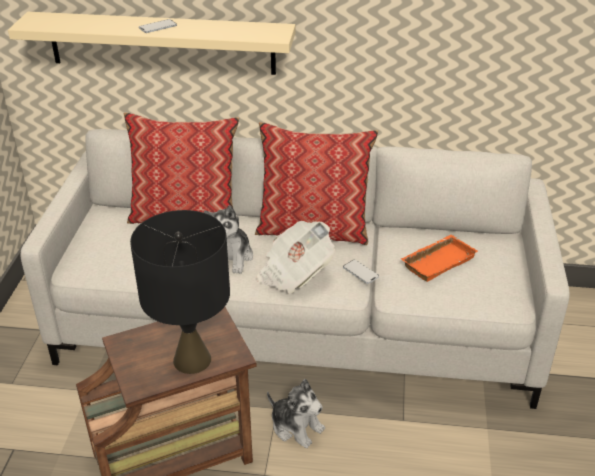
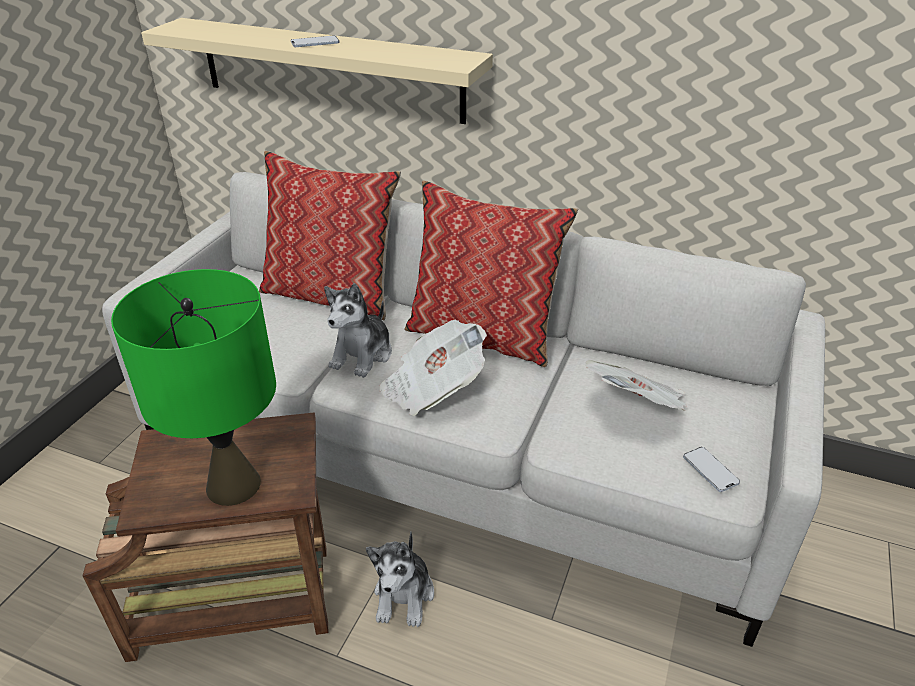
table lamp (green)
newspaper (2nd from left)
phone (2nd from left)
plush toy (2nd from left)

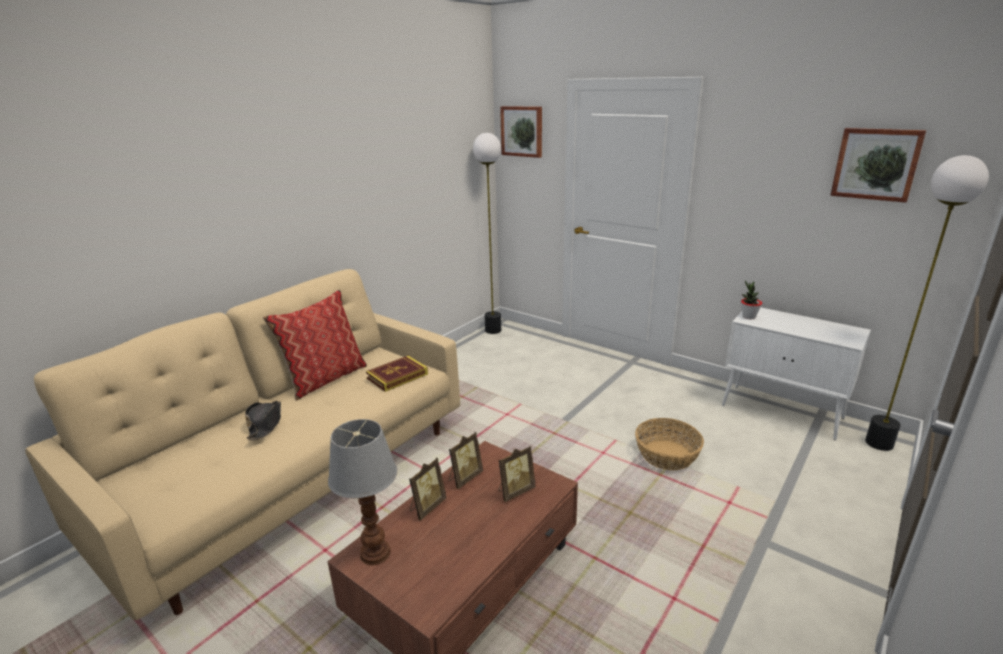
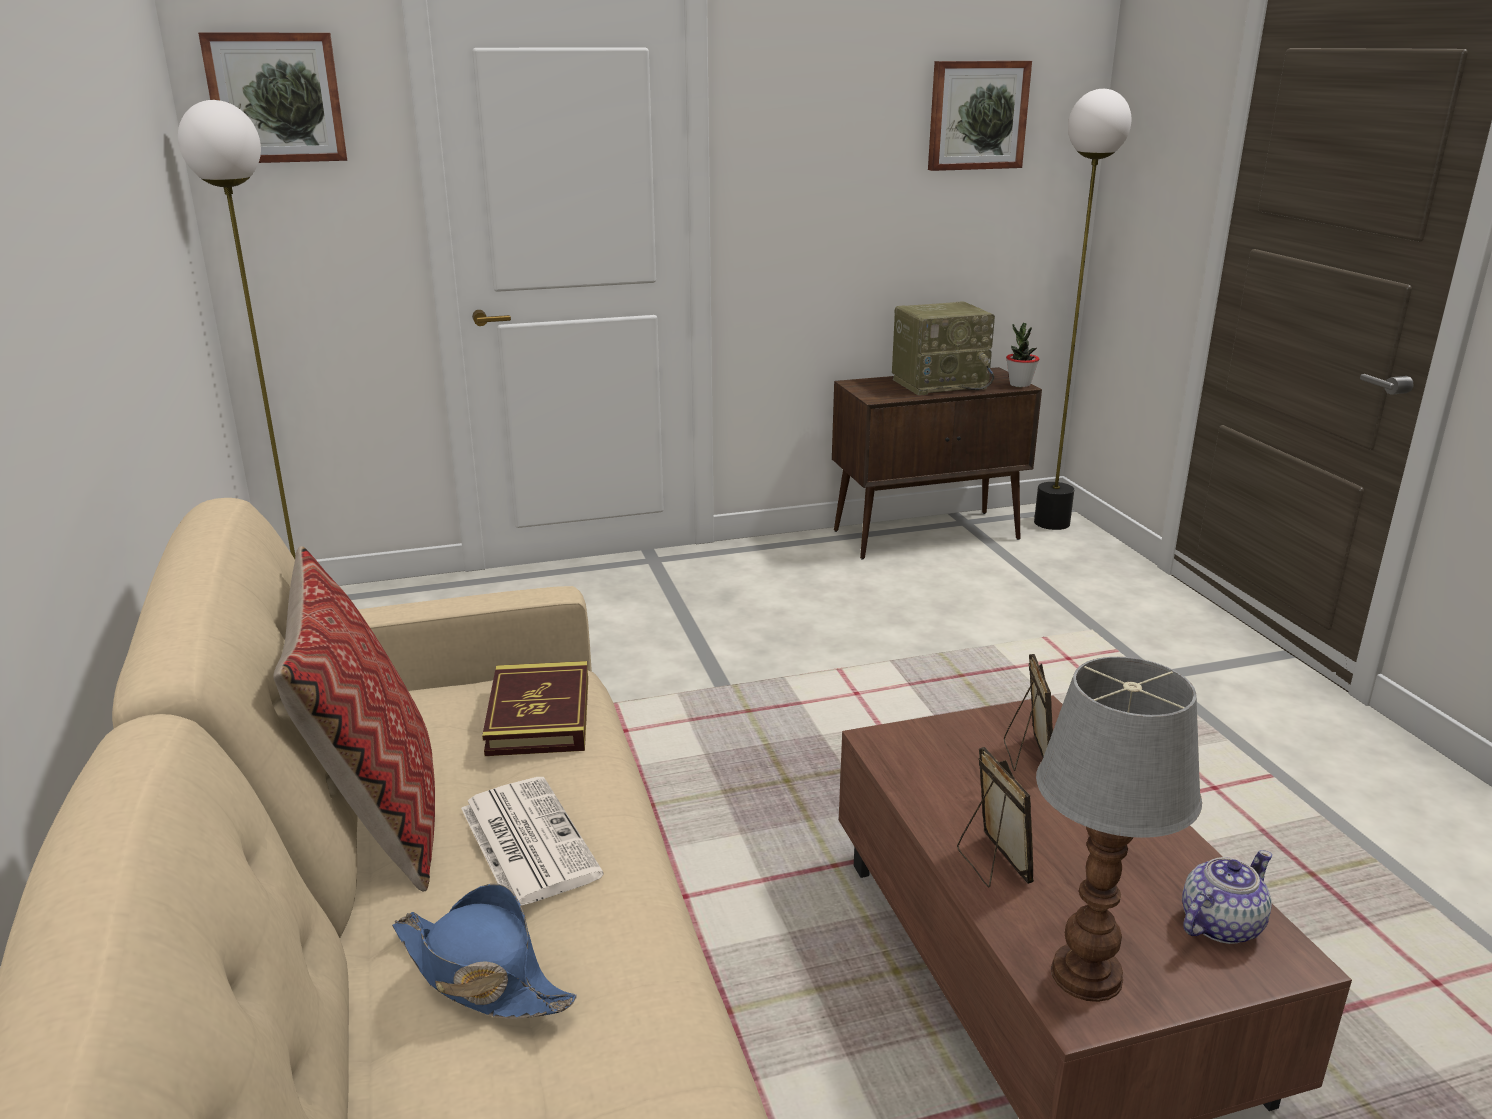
potted plant
cabinet (brown)
hat (blue)
basket
picture frame (2nd from left in the first image)
radio
newspaper
teapot

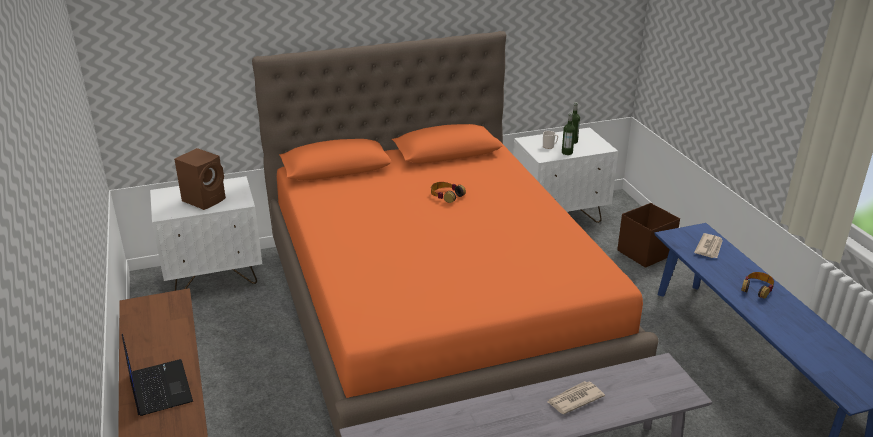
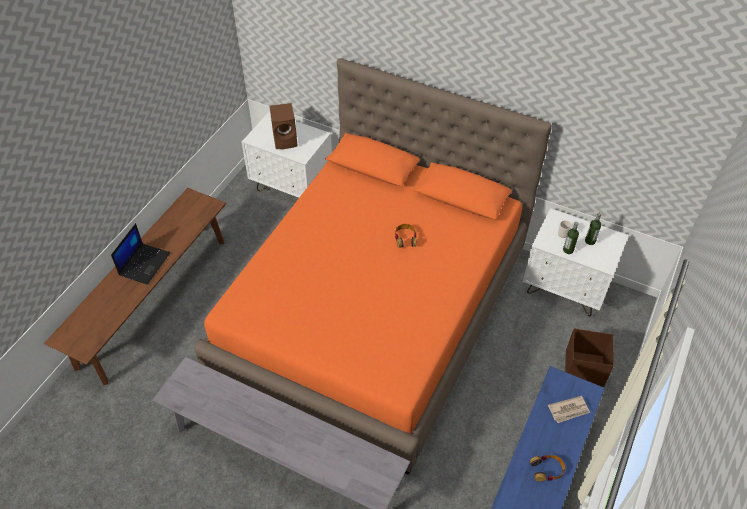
newspaper (1st from left in the first image)

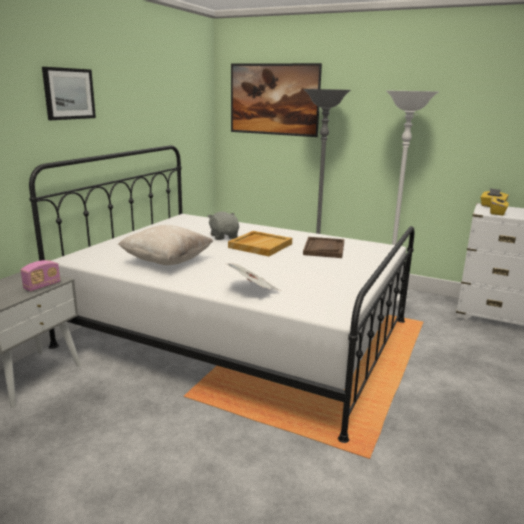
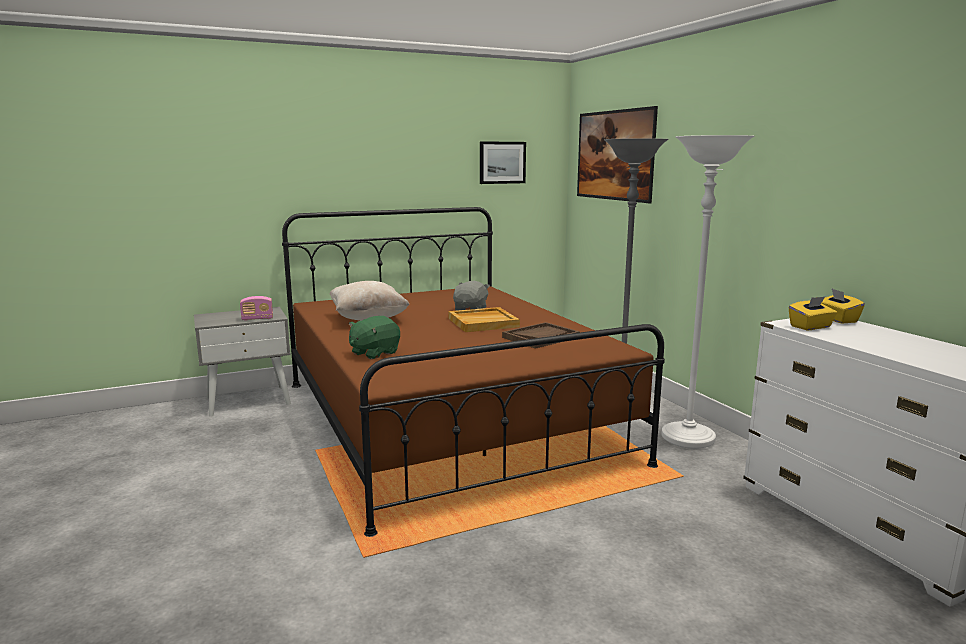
picture (1st from left)
bed (brown)
plush toy (green)

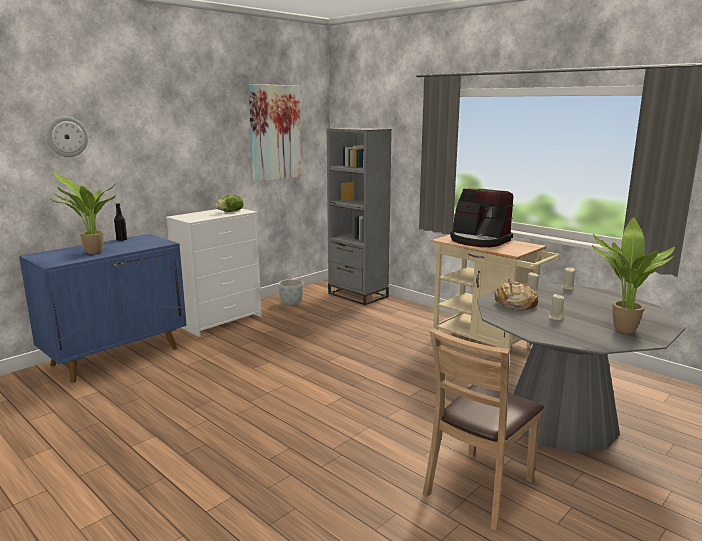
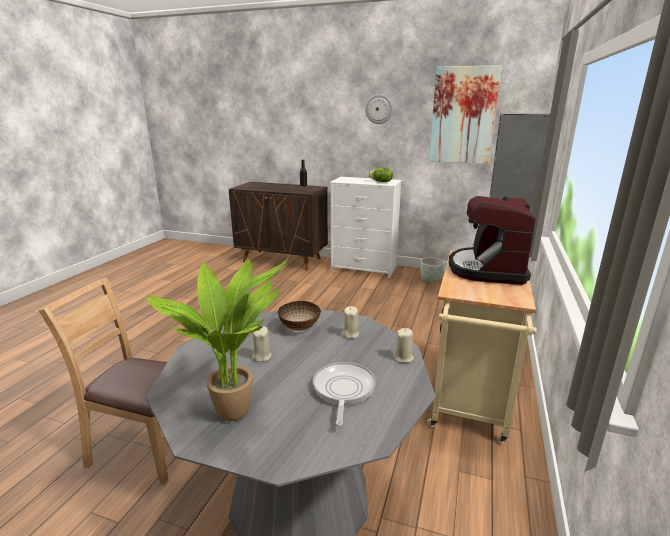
wall clock
potted plant (1st from left in the first image)
cabinet (brown)
bowl
frying pan

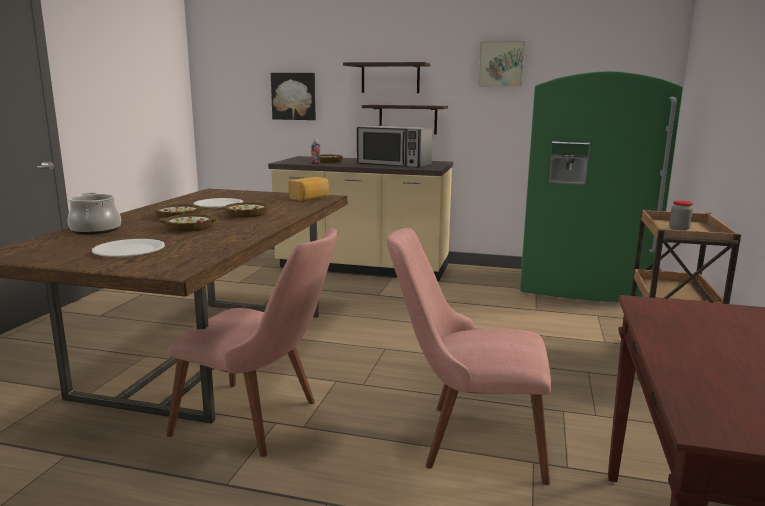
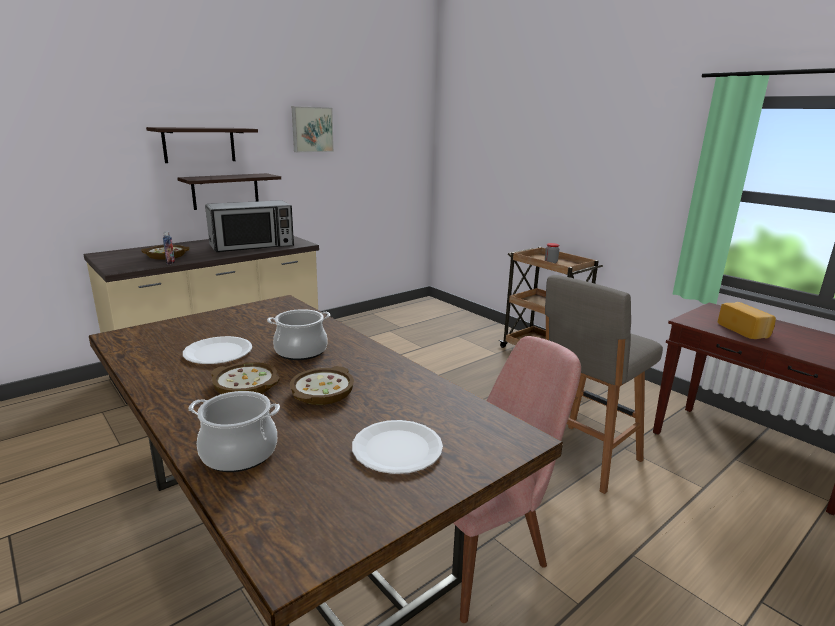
fridge (green)
picture (1st from left in the first image)
bread
cooking pot (2nd from left)
stool (grey)

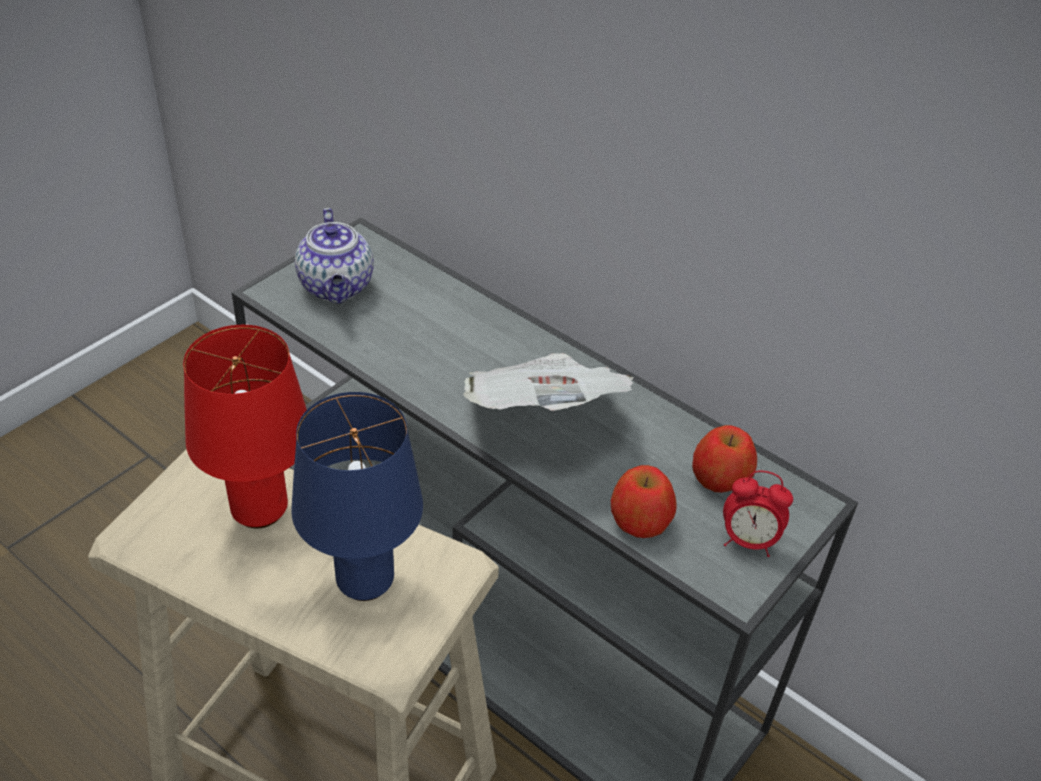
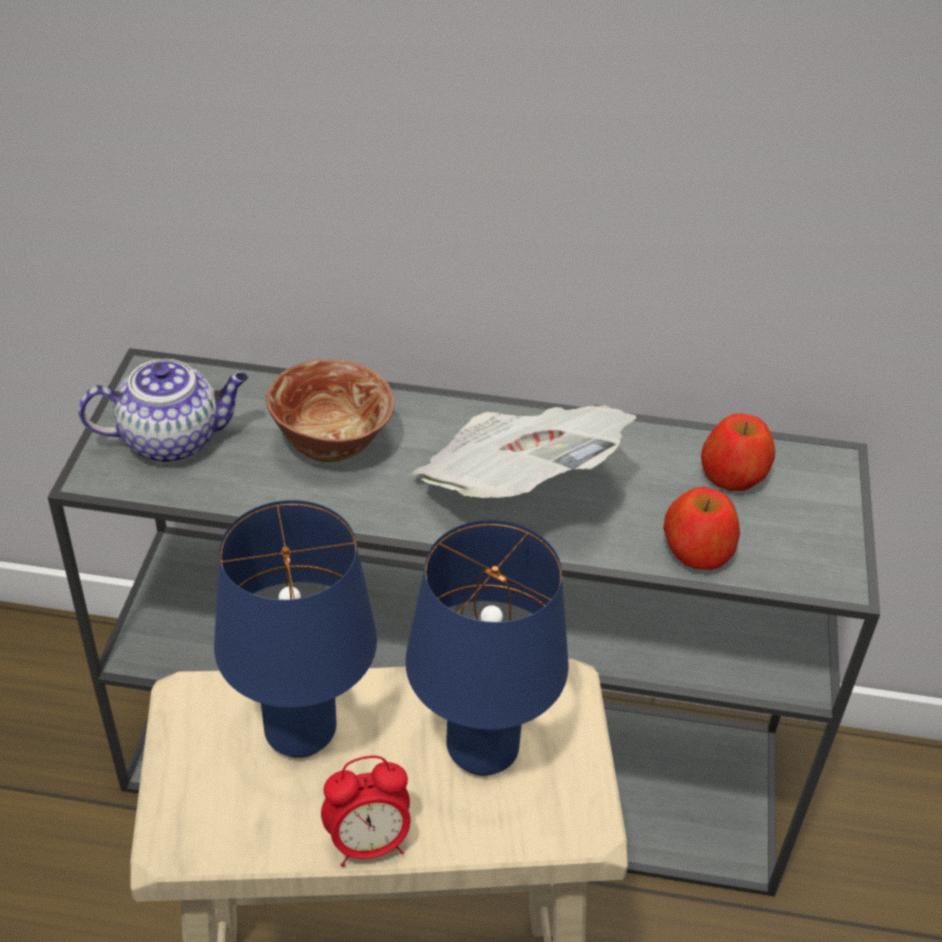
teapot
table lamp (blue) (1st from left)
alarm clock
bowl

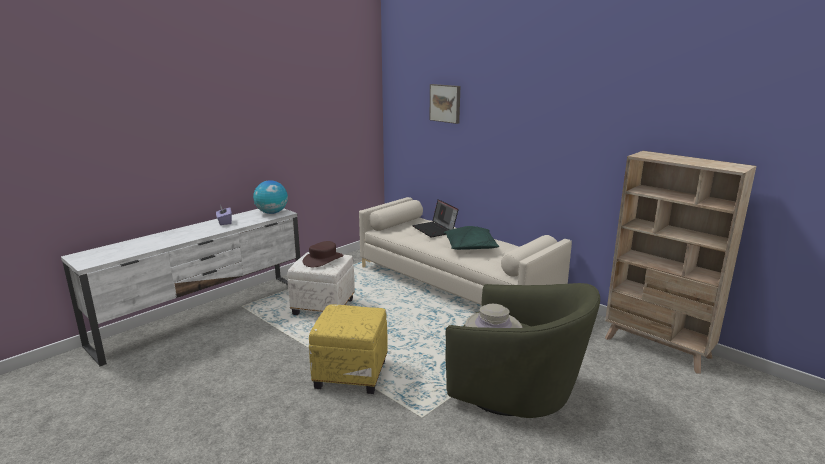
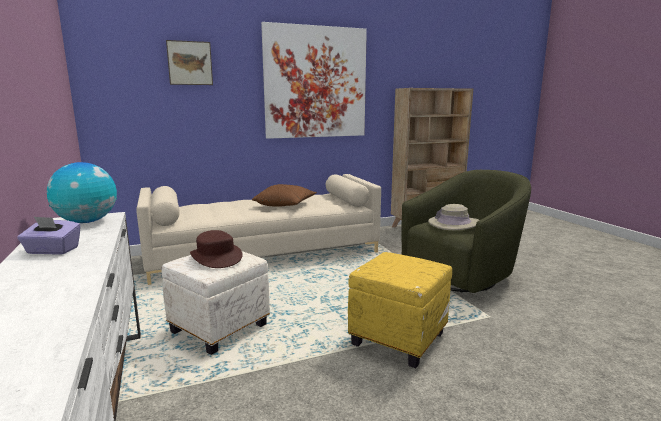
laptop
pillow (brown)
picture (2nd from left)

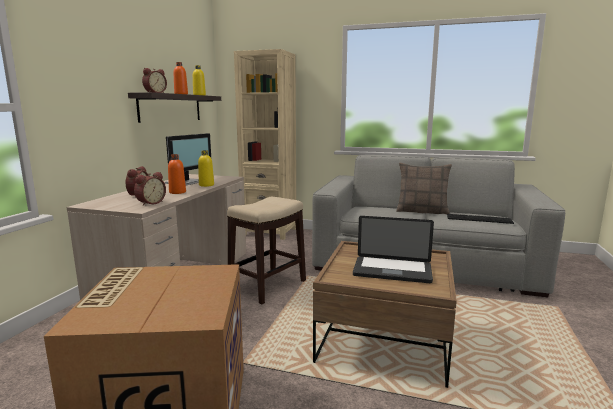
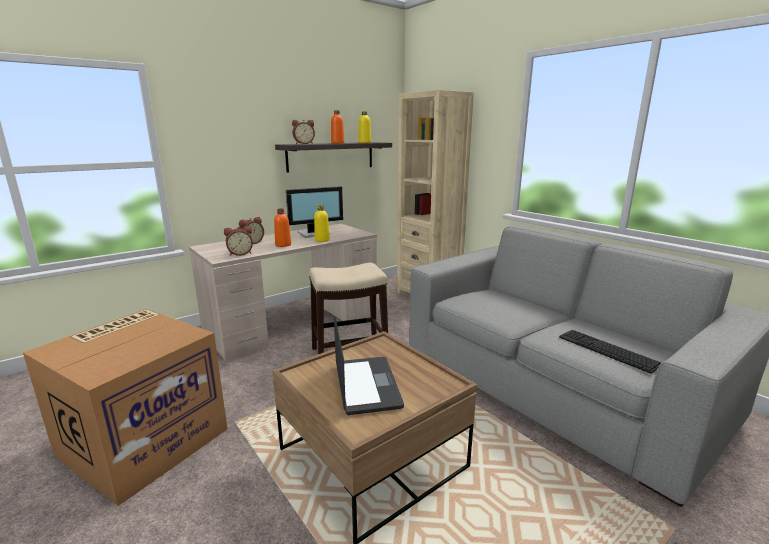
pillow
laptop

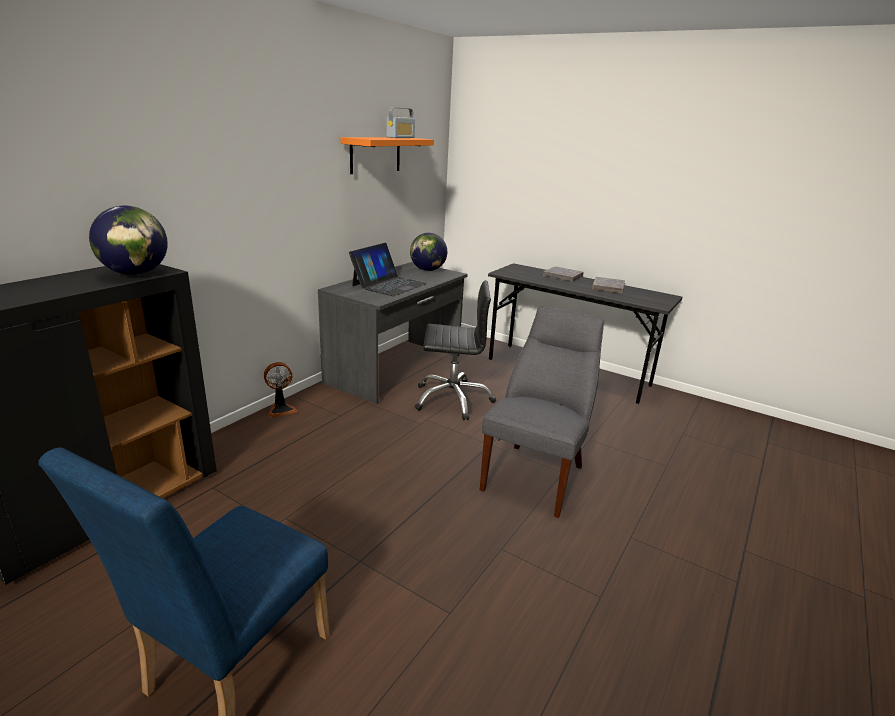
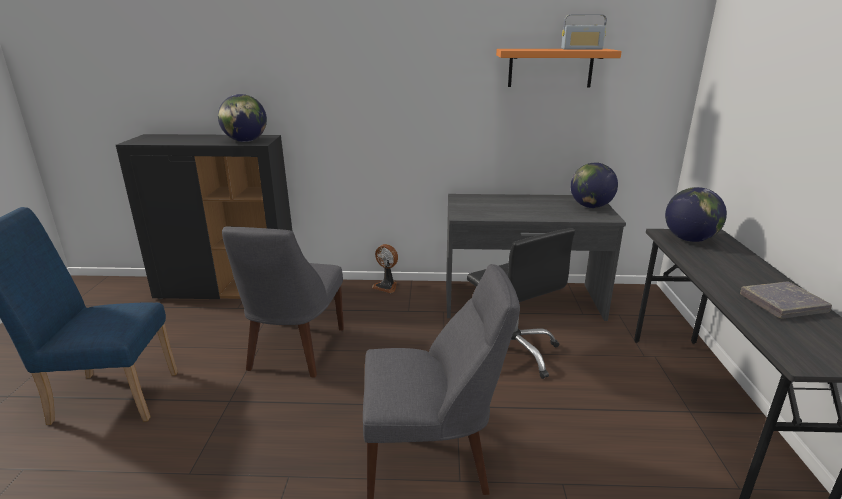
laptop
book (grey) (1st from left in the first image)
globe (3rd from left)
chair (grey) (1st from left)

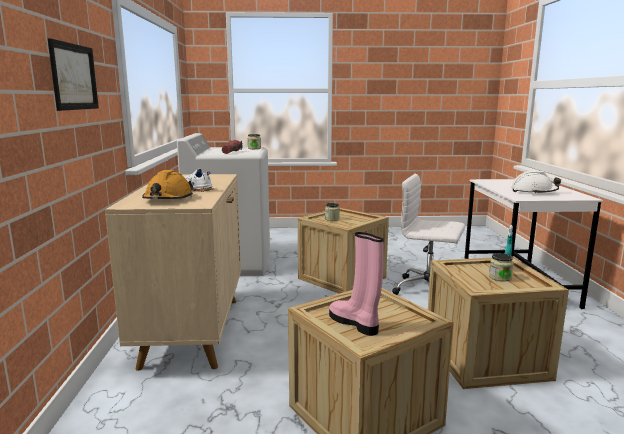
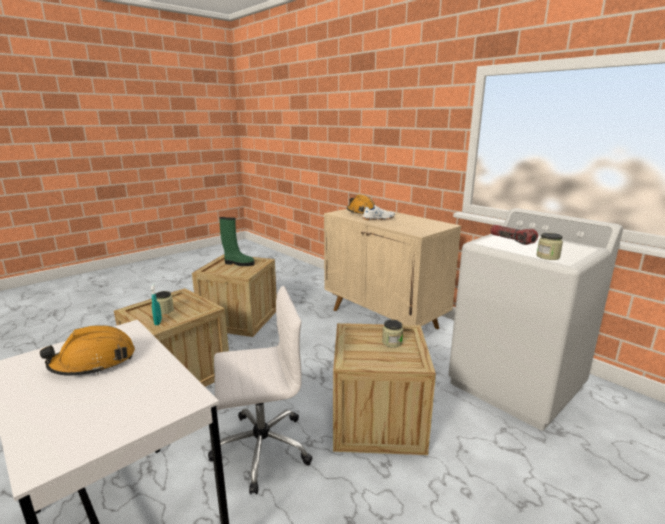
picture
hard hat (orange) (1st from left)
boot (green)

